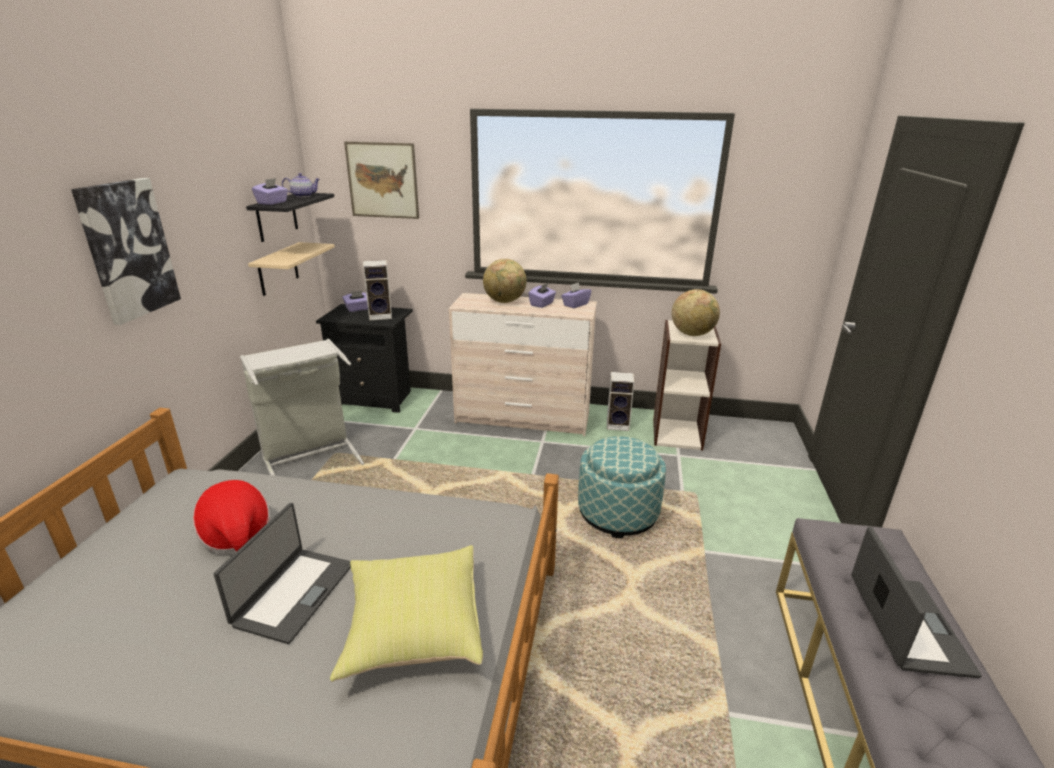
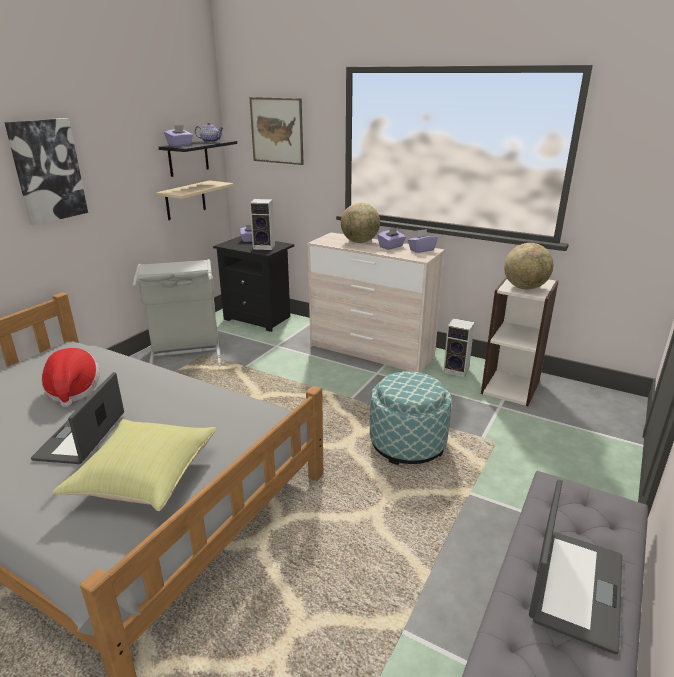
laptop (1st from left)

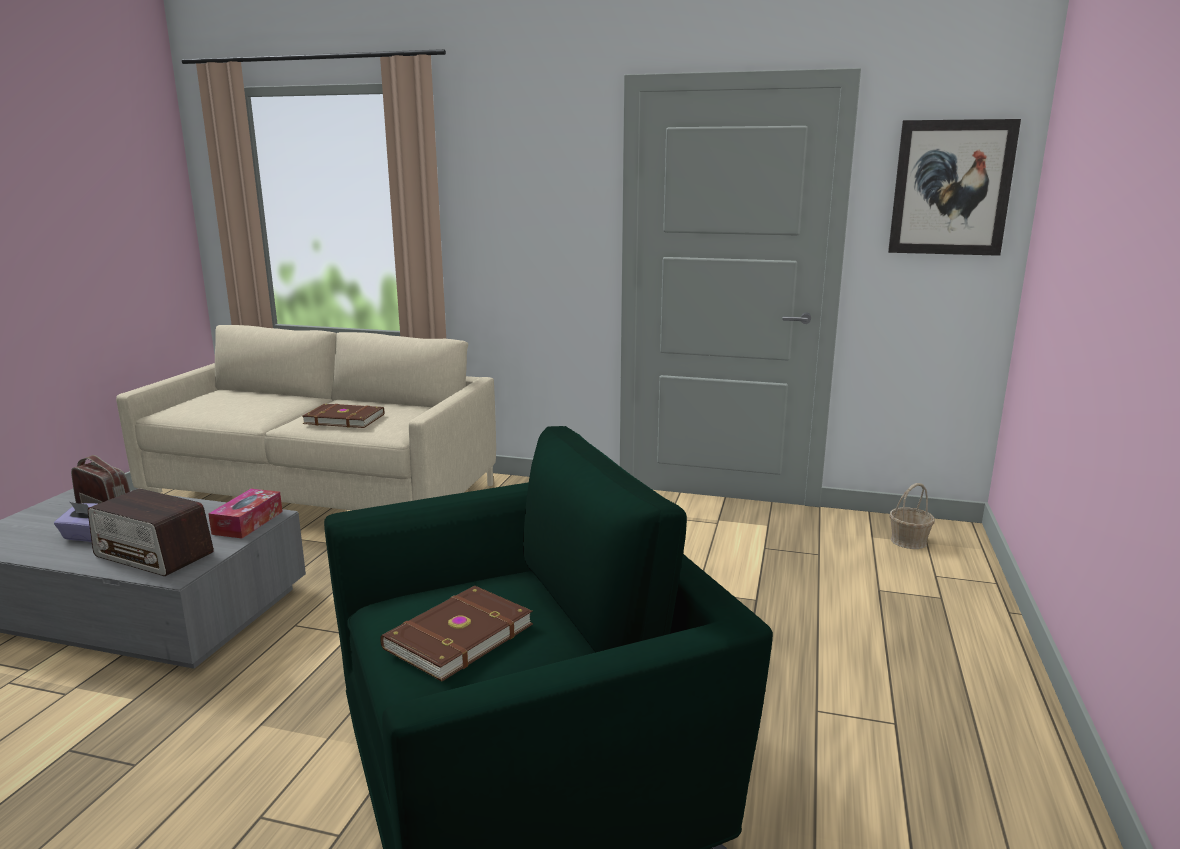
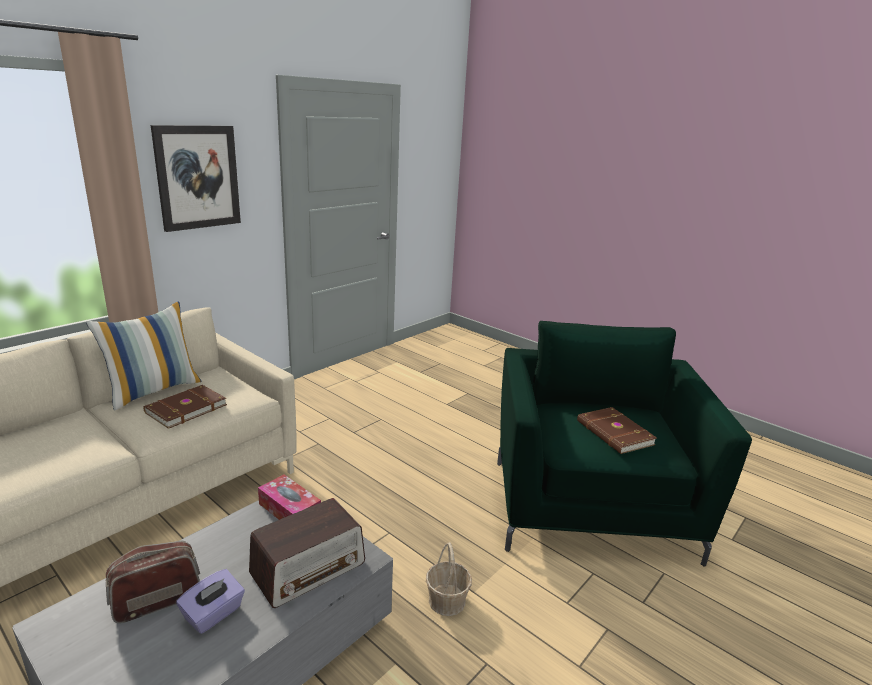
picture
basket
pillow

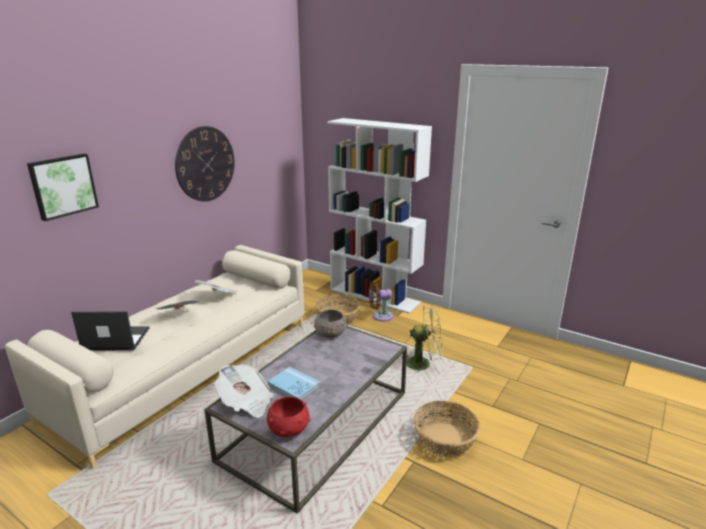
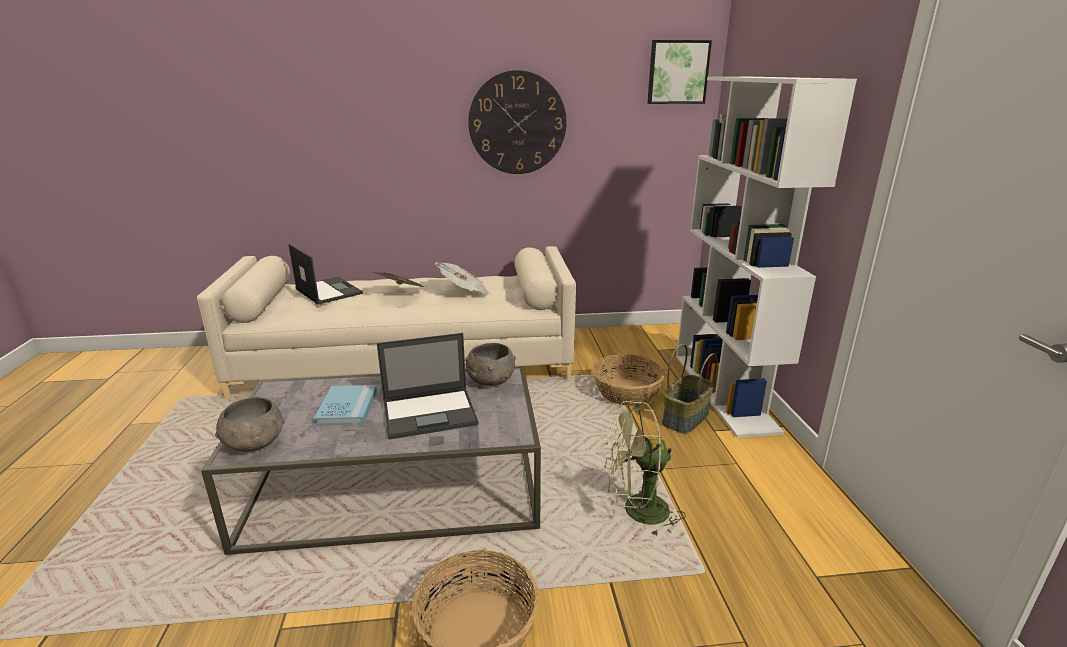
picture
basket (3rd from left)
fan (green)
newspaper (3rd from left in the first image)
bowl (grey) (1st from left)
laptop (2nd from left)

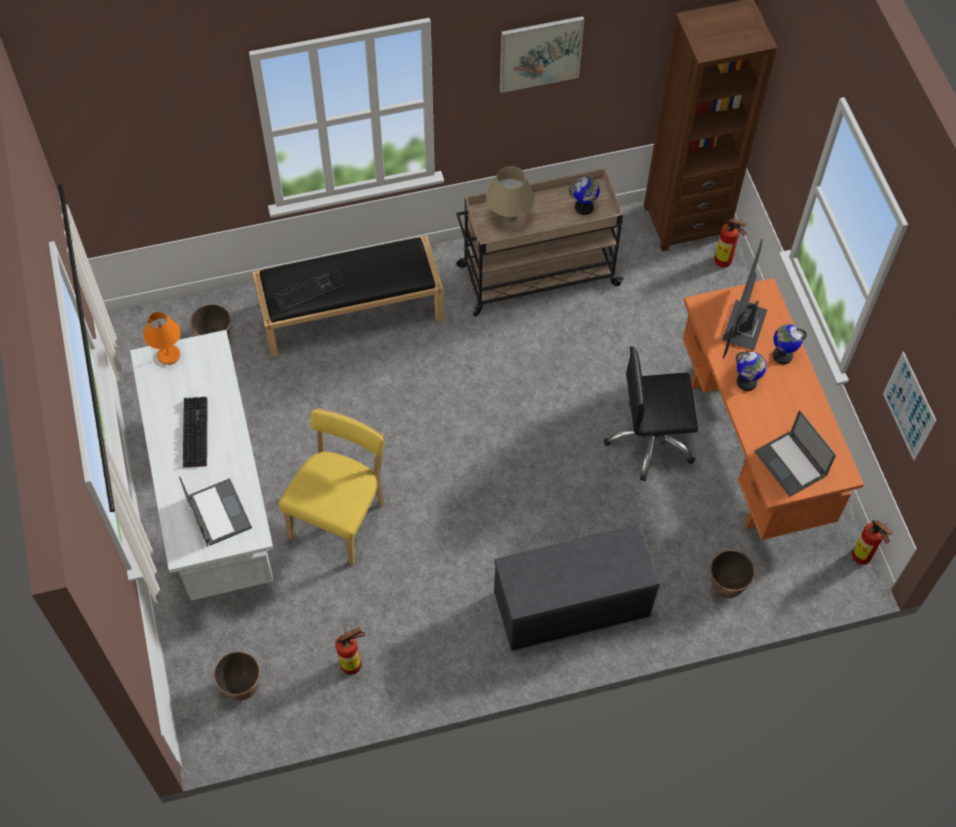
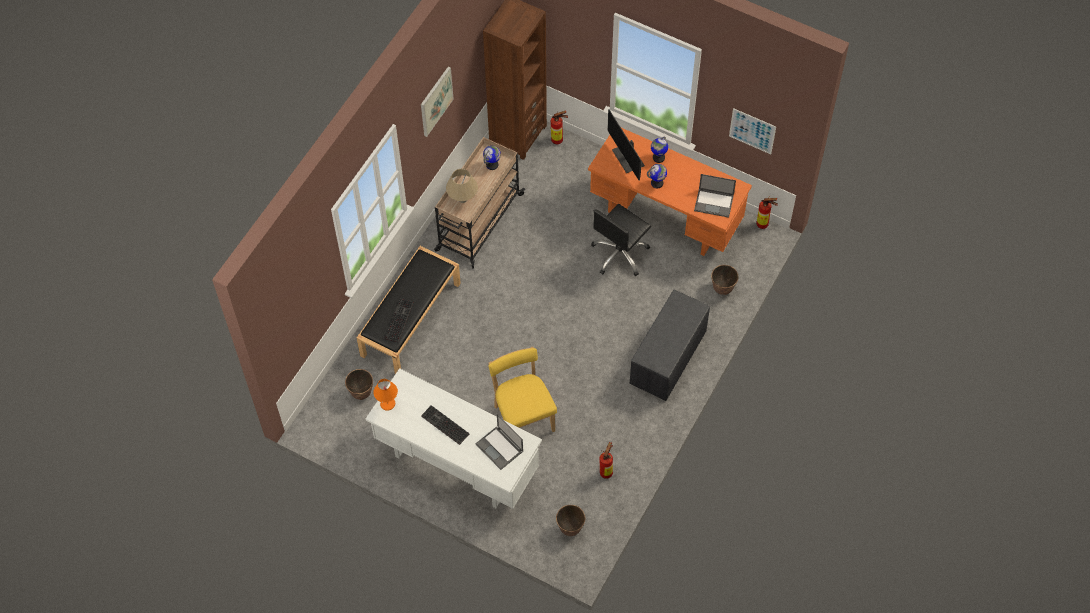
laptop (1st from left)

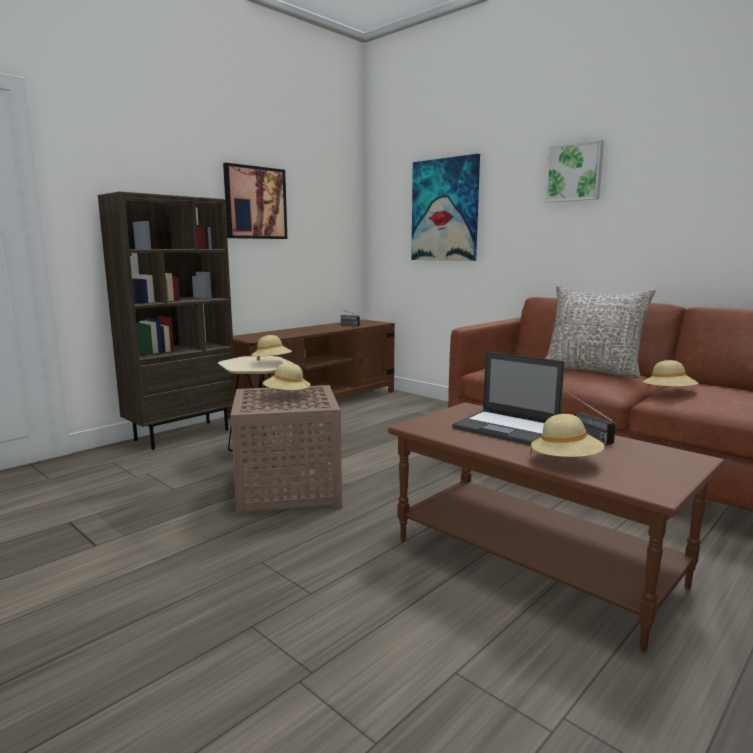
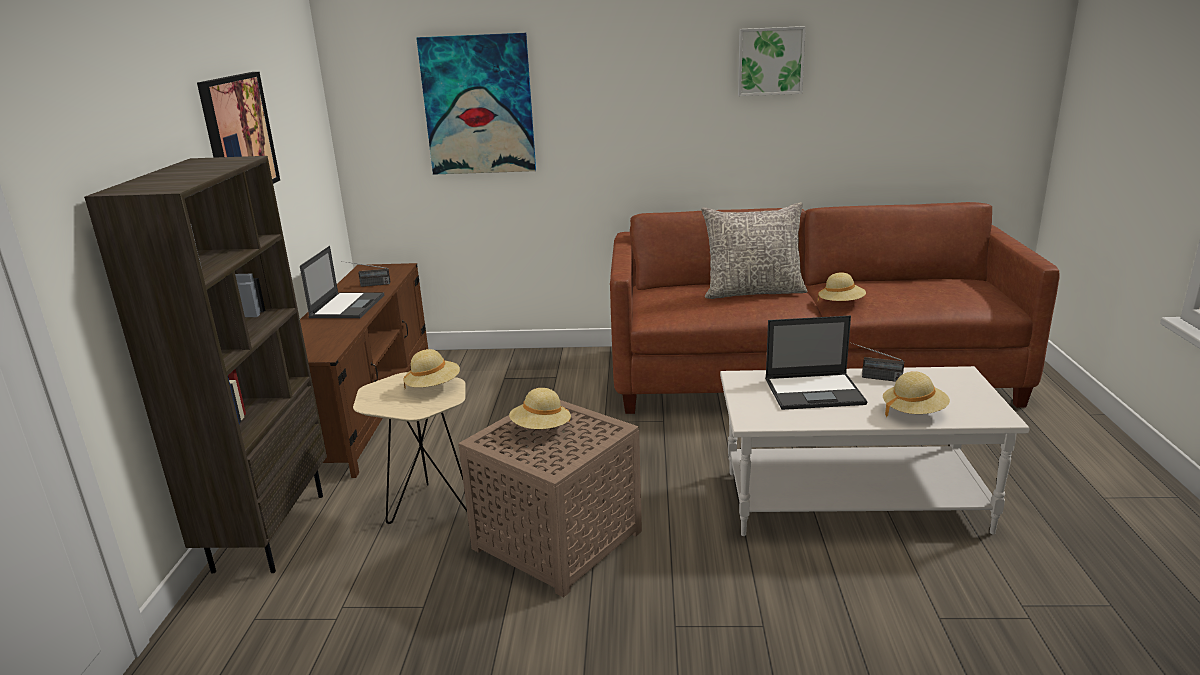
picture (3rd from left)
coffee table (white)
laptop (1st from left)

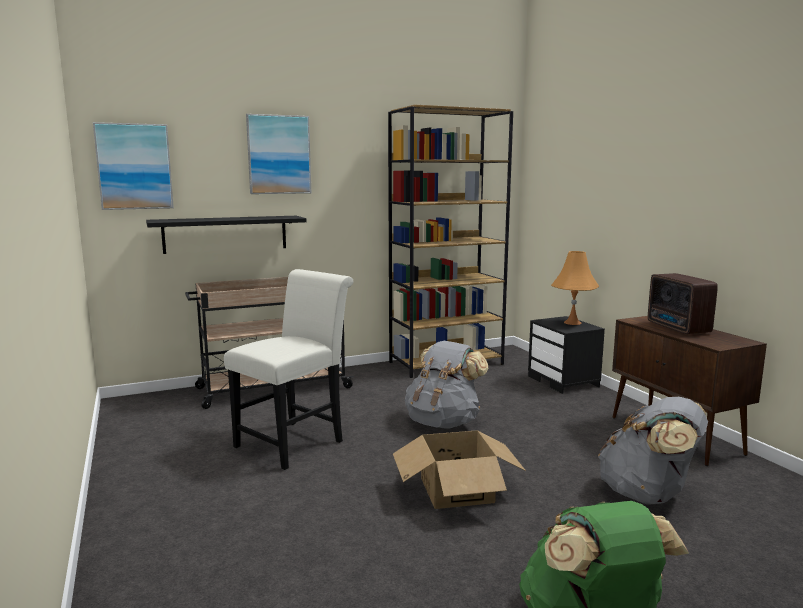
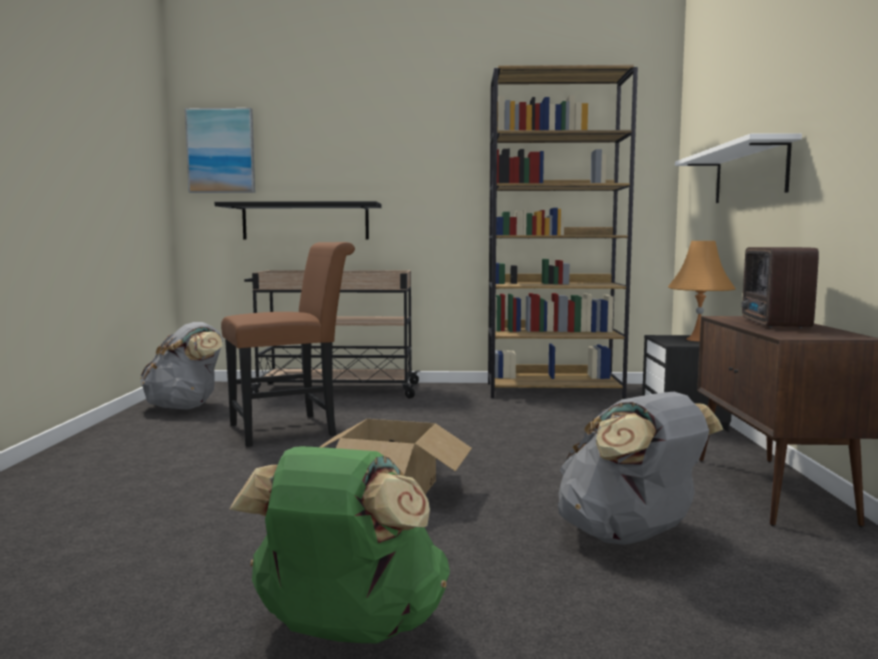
picture (2nd from left in the first image)
chair (brown)
backpack (grey) (1st from left)
shelf (white)

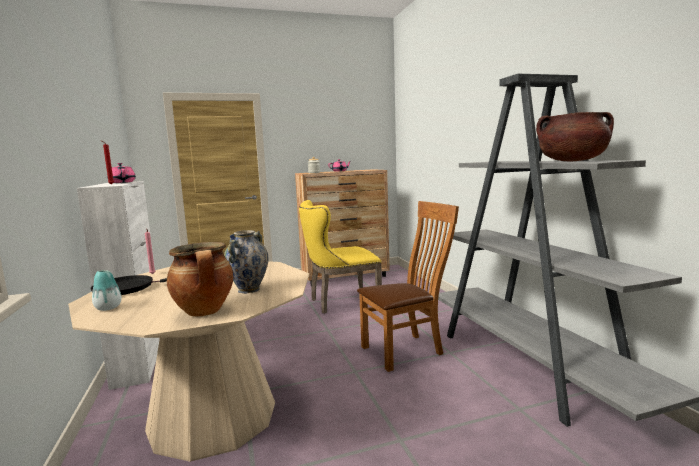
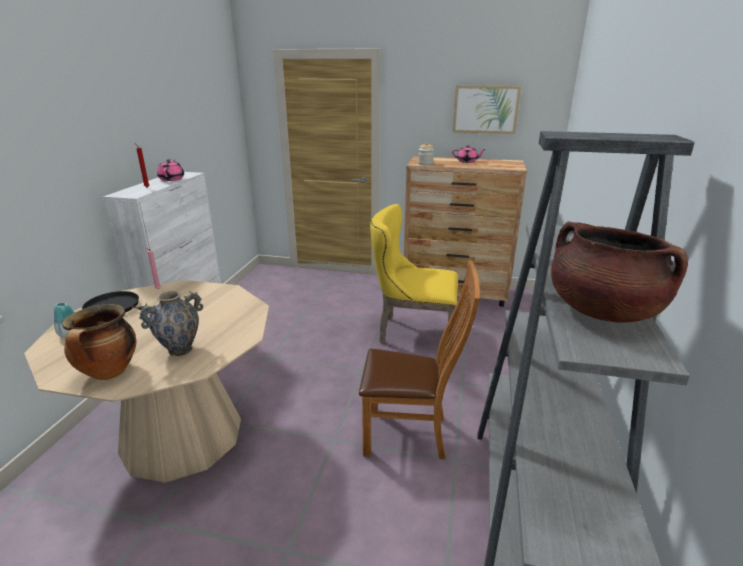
picture

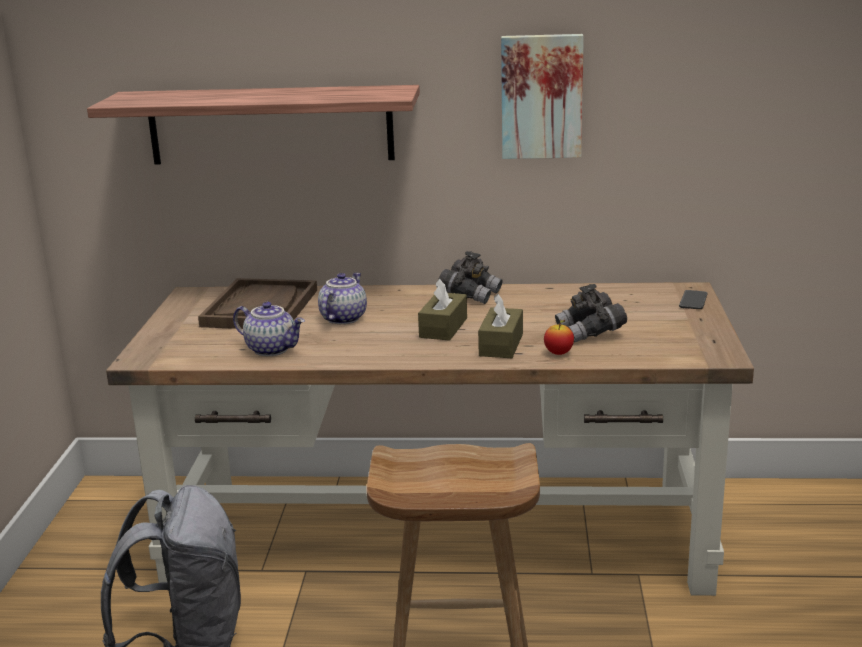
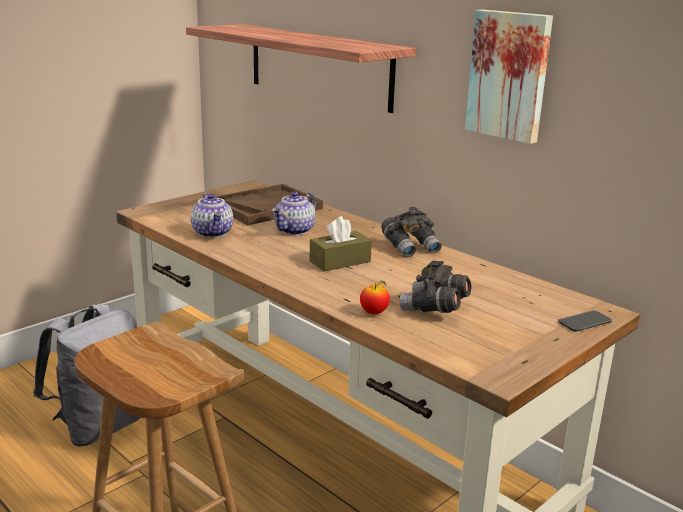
teapot (2nd from left)
tissue box (brown) (2nd from left in the first image)

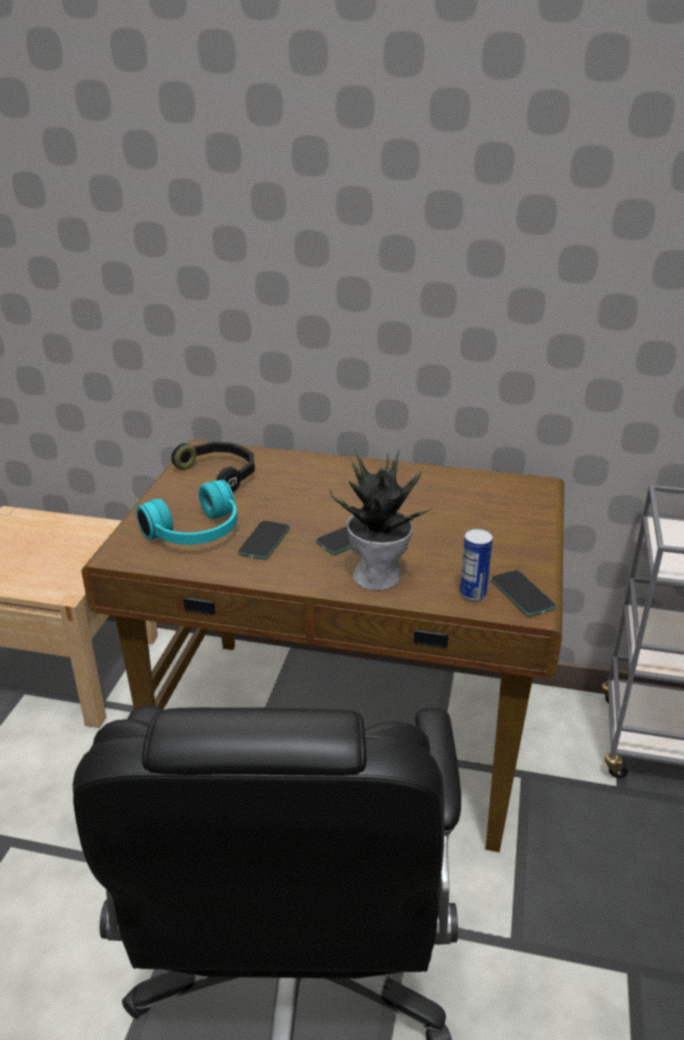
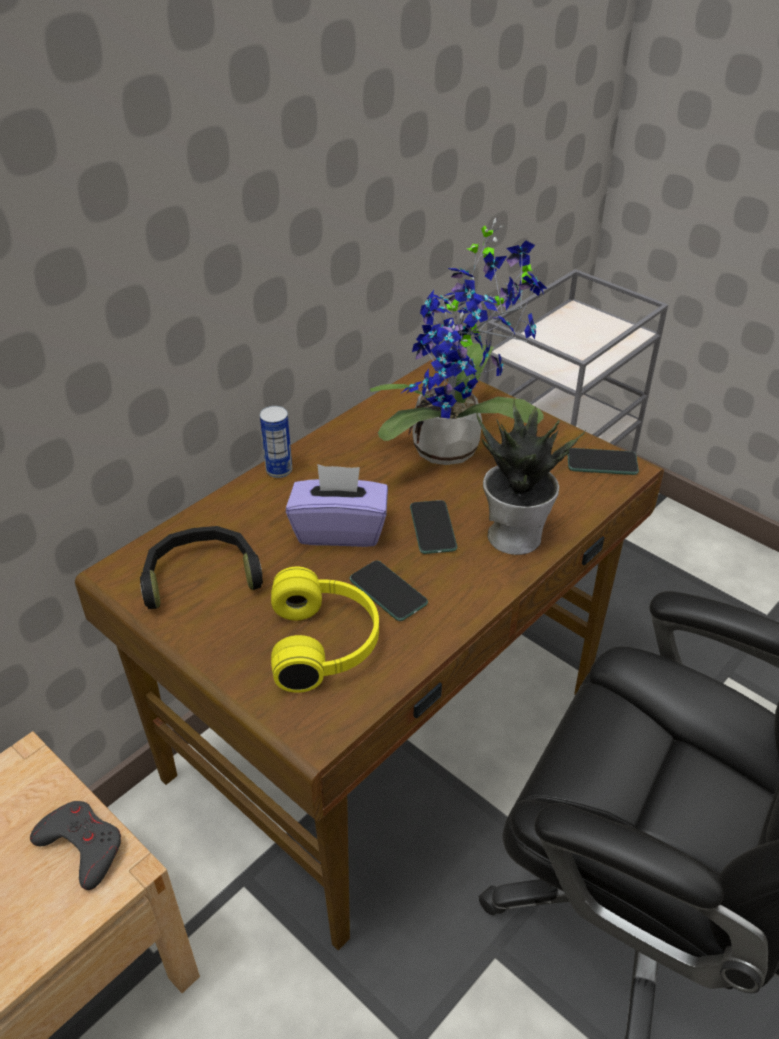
headphones (yellow)
can
potted plant (1st from left)
tissue box (purple)
game controller (grey)

